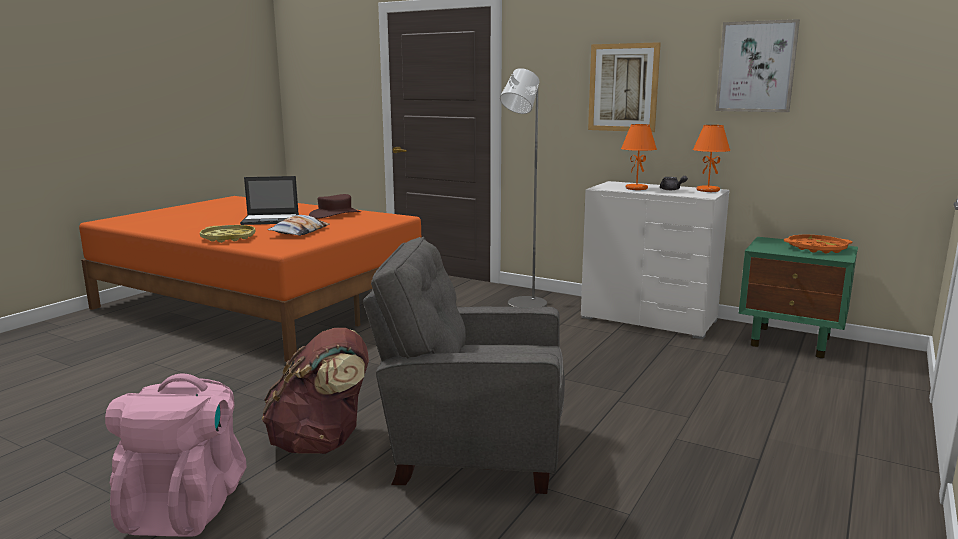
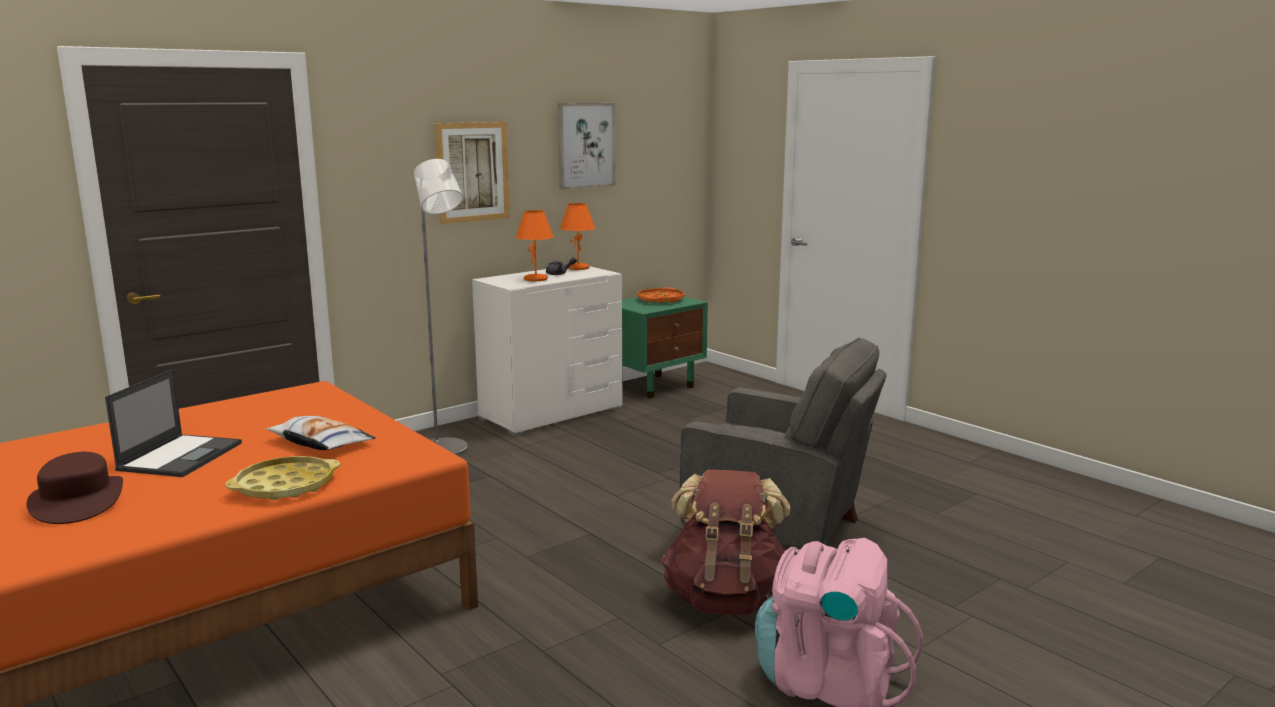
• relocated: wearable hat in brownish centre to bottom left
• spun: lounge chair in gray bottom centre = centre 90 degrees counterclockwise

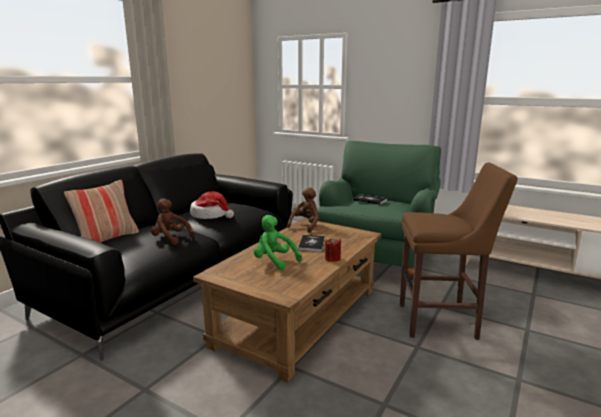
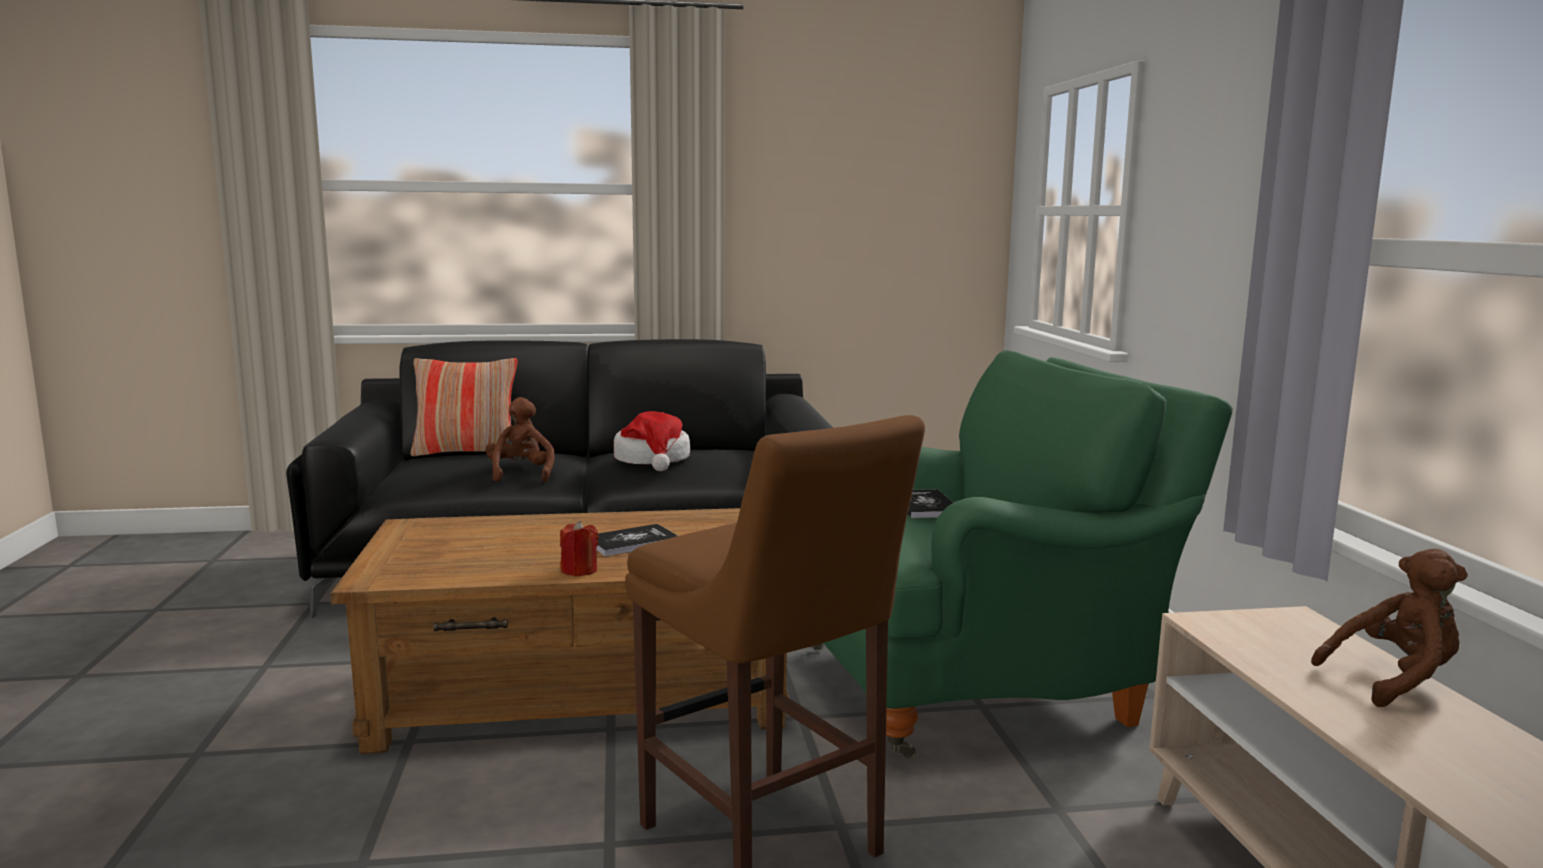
• relocated: soft toy in brownish (no. 2 from left) centre to bottom right
• missing: soft toy in green-coloured centre

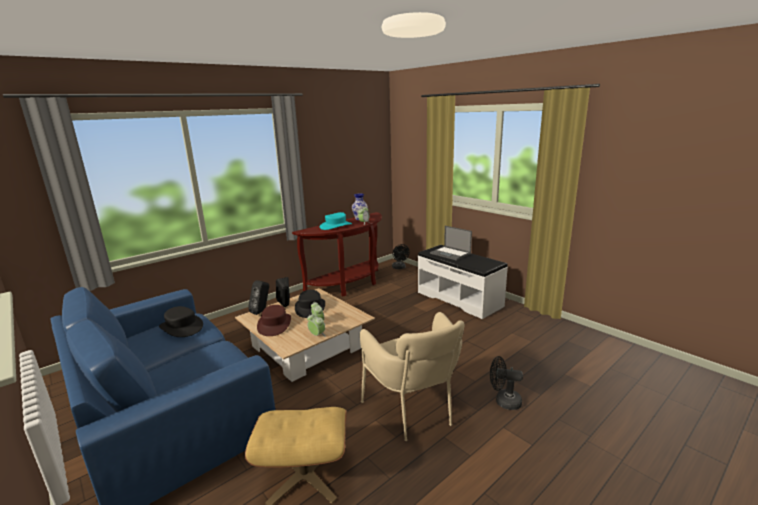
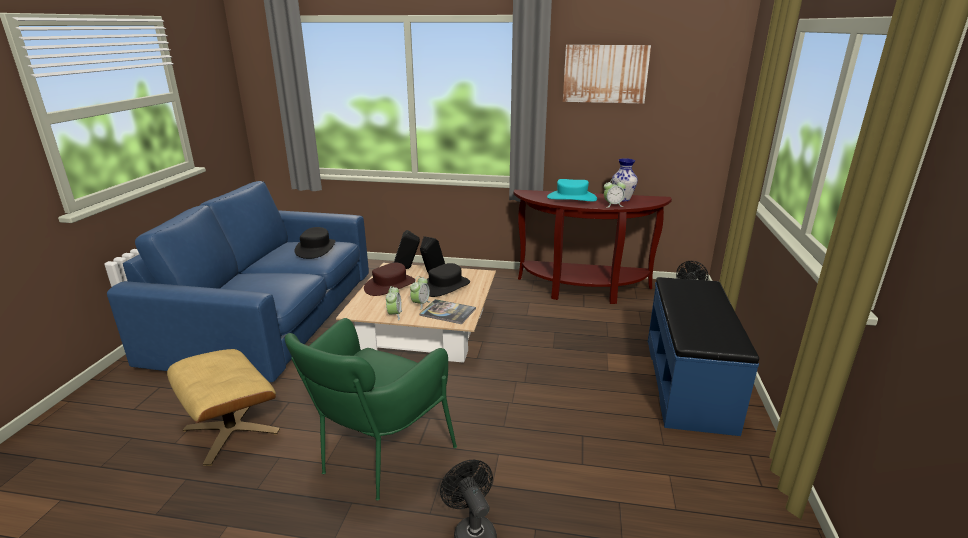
• missing: laptop centre
• colour: long seat in white centre to long seat in blue middle right
• colour: lounge chair in beige bottom centre to lounge chair in green-coloured bottom centre
• appeared: picture top centre
• appeared: book centre

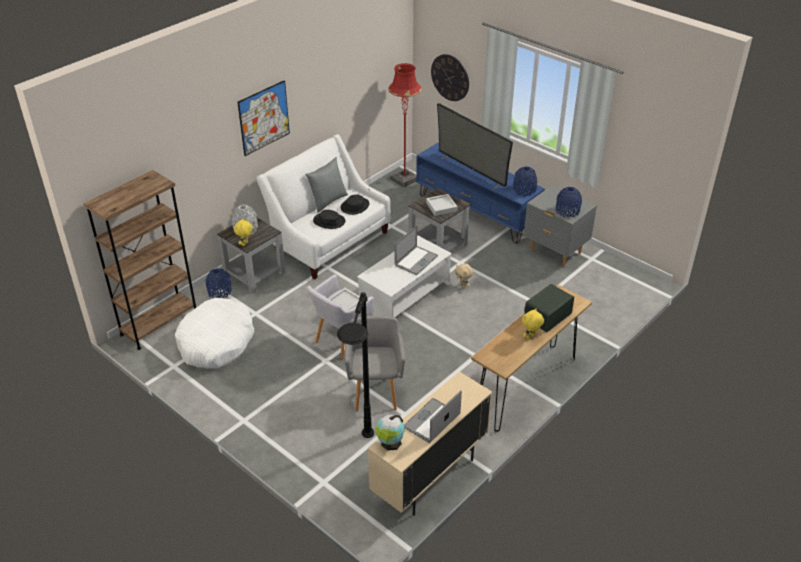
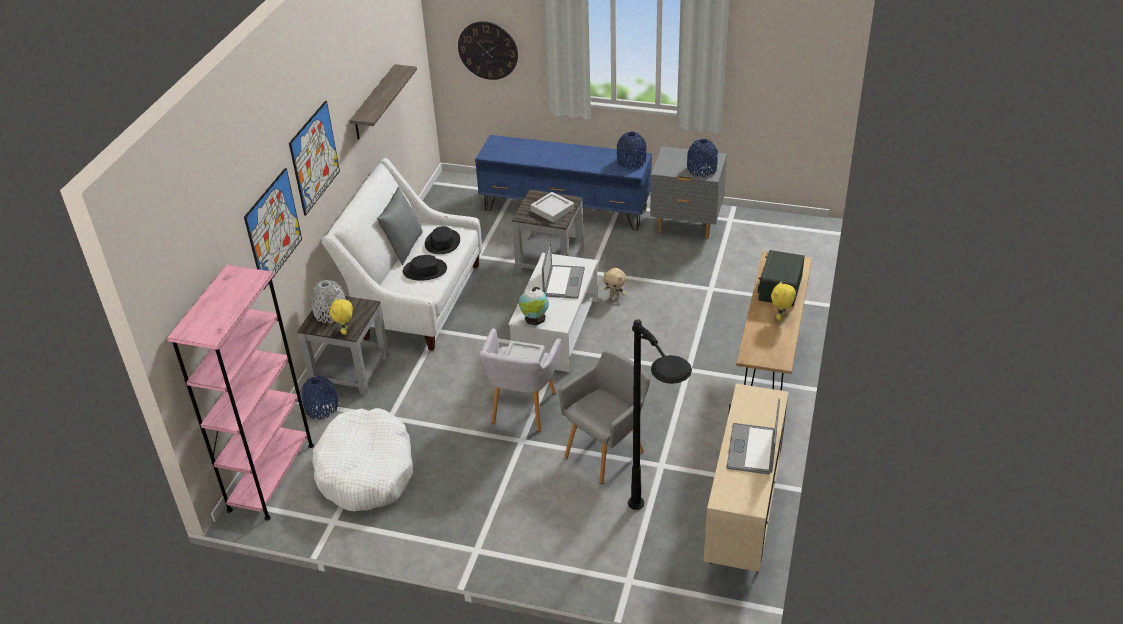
• missing: standard lamp in reddish top centre
• missing: TV set top centre
• colour: shelving unit in brownish middle left to shelving unit in pinkish middle left
• spun: lounge chair in gray (no. 2 from left) centre = bottom centre 75 degrees clockwise
• relocated: globe bottom centre to centre
• appeared: shelf top centre
• appeared: picture (no. 1 from left) middle left

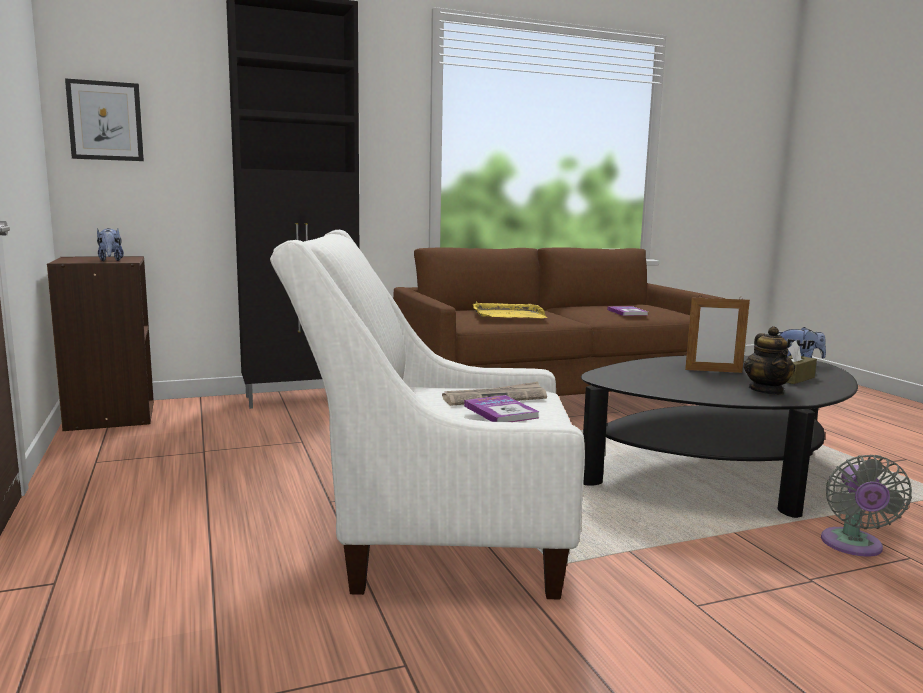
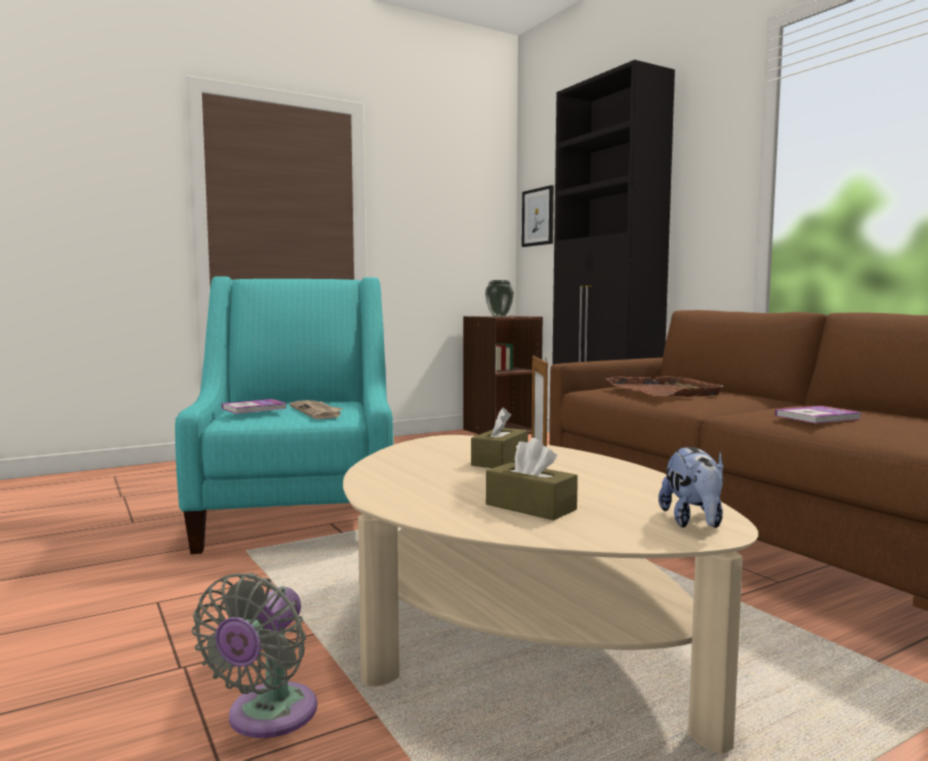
• exchanged: soft toy (no. 1 from left) middle left to decorative vase centre
• colour: lounge chair in white centre to lounge chair in turquoise-coloured middle left
• colour: carrying tray in yellowish centre to carrying tray in brownish middle right
• missing: tea pot middle right
• colour: lounge table in black middle right to lounge table in beige bottom centre
• spun: fan in gray bottom right = bottom left 75 degrees counterclockwise
• appeared: tissue box in brownish (no. 1 from left) centre

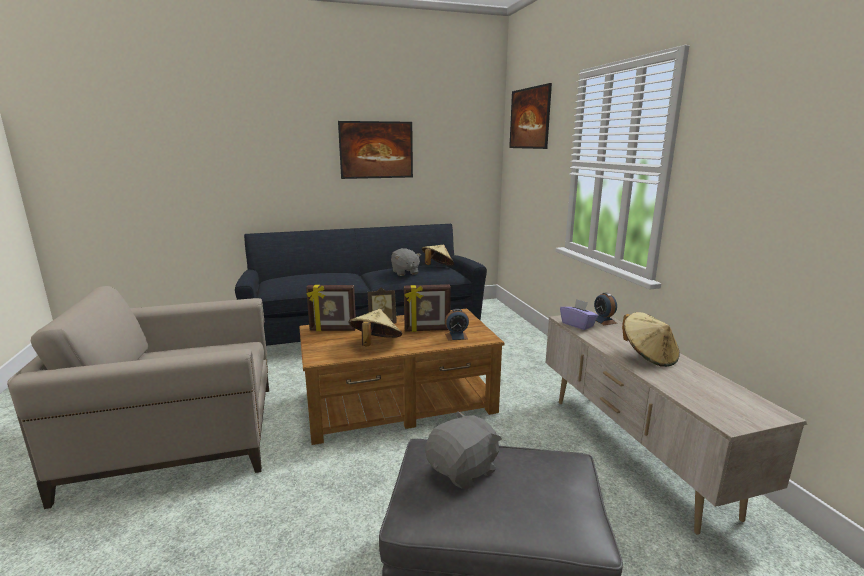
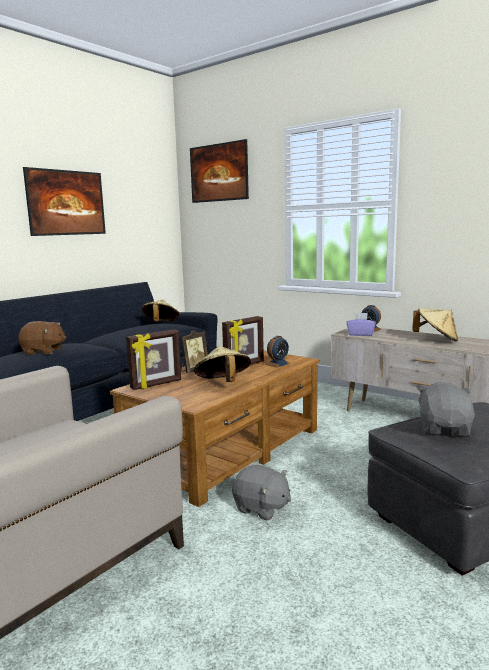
• relocated: soft toy in gray (no. 1 from left) centre to bottom centre
• appeared: soft toy in brownish middle left

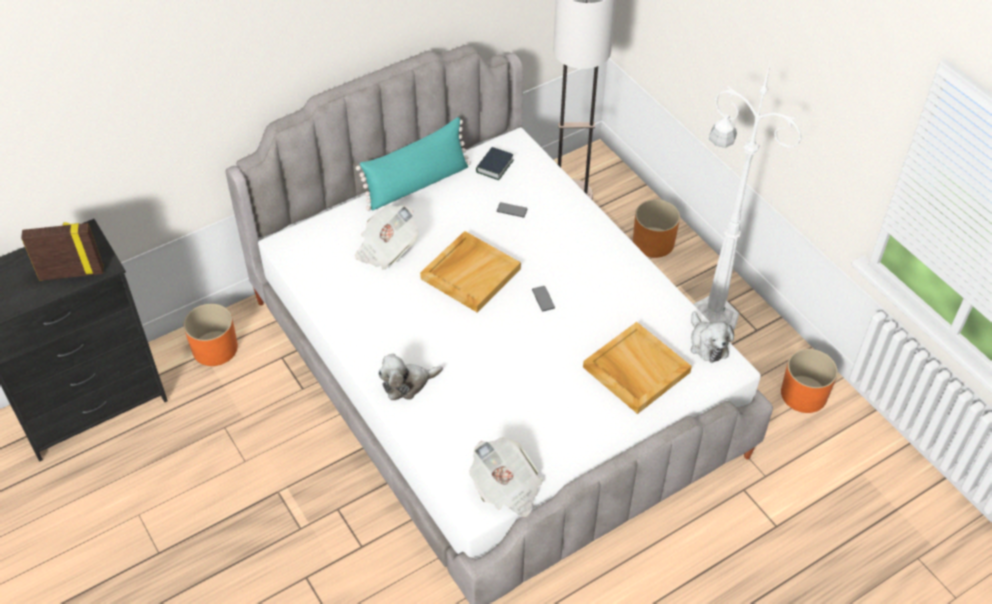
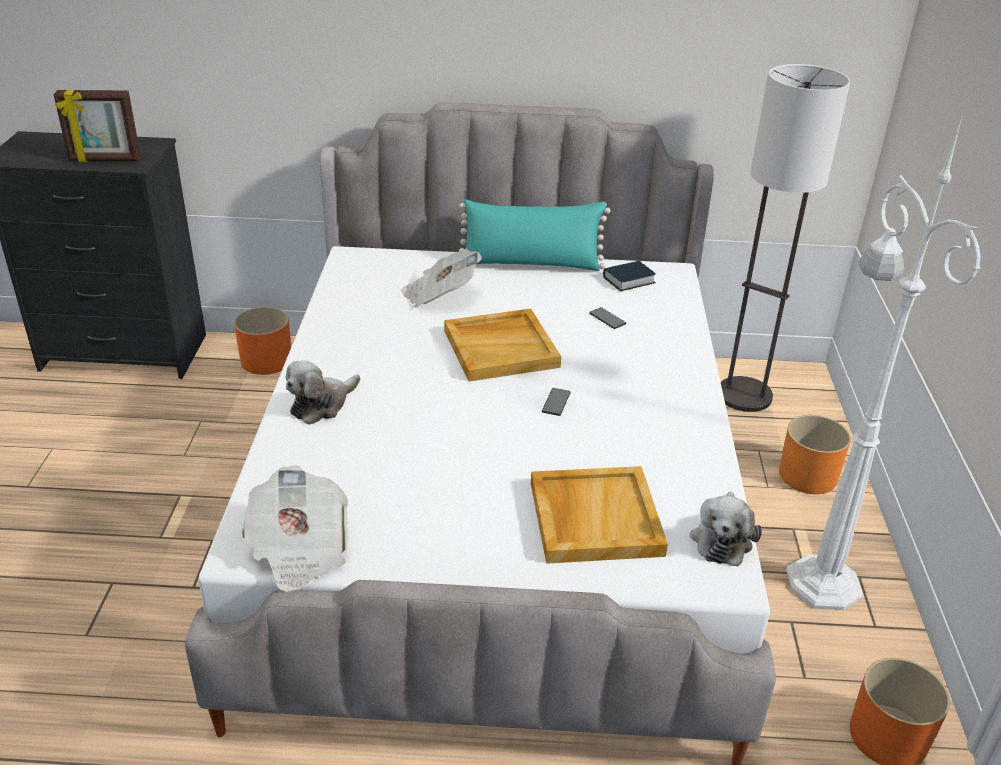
• spun: picture frame middle left = top left 150 degrees clockwise
• spun: soft toy (no. 1 from left) centre = middle left 60 degrees counterclockwise

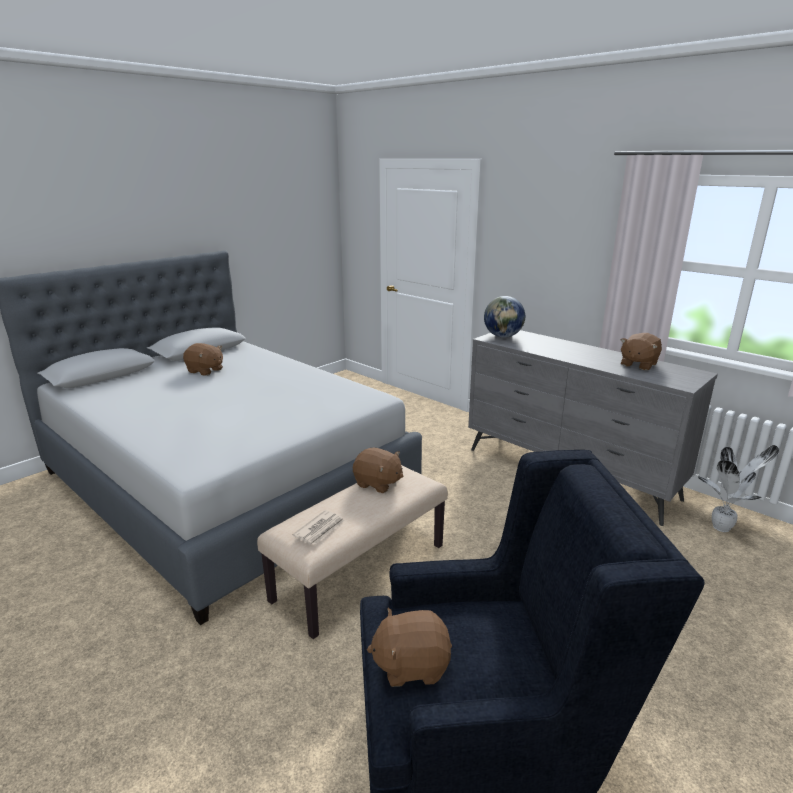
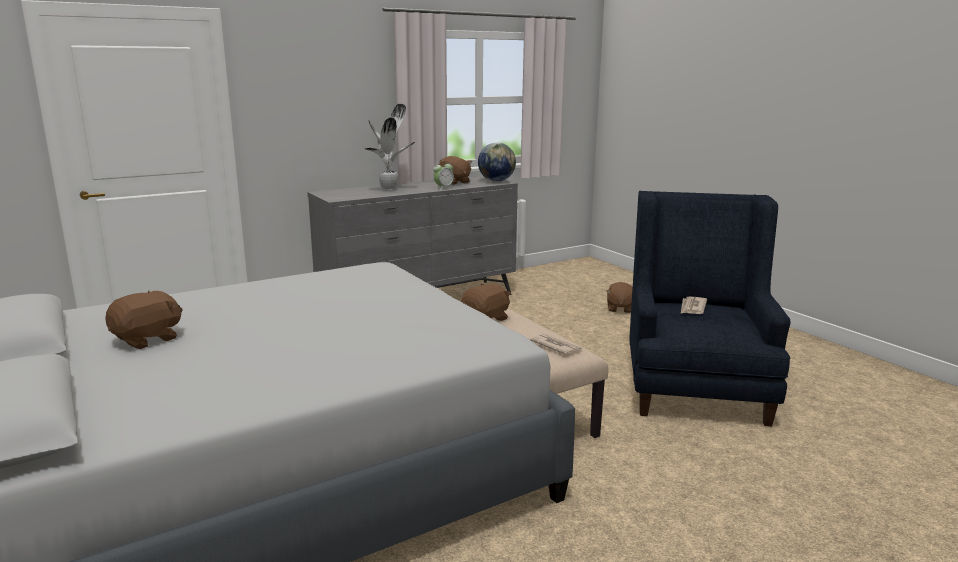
• relocated: globe centre to top centre
• relocated: houseplant middle right to top centre
• relocated: soft toy in brownish (no. 3 from left in the first image) bottom centre to soft toy in brownish (no. 4 from left) centre
• appeared: table clock top centre
• appeared: daily paper (no. 2 from left) middle right

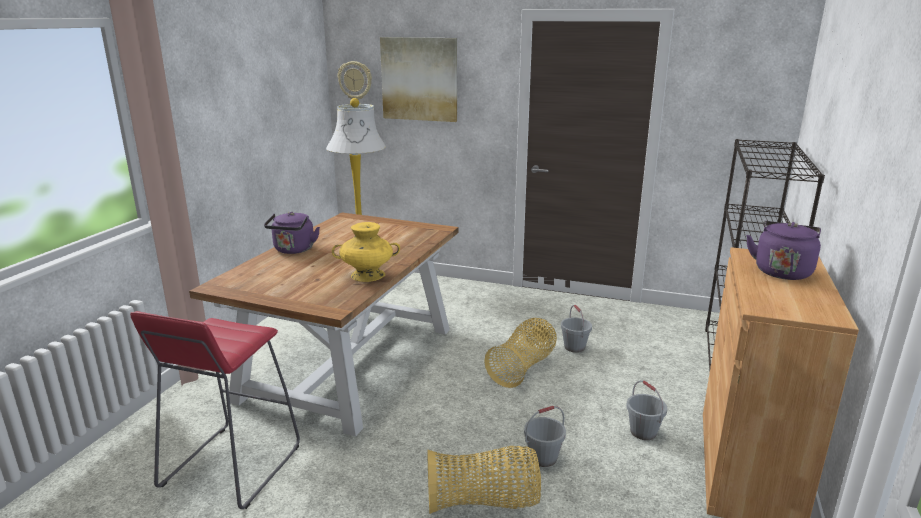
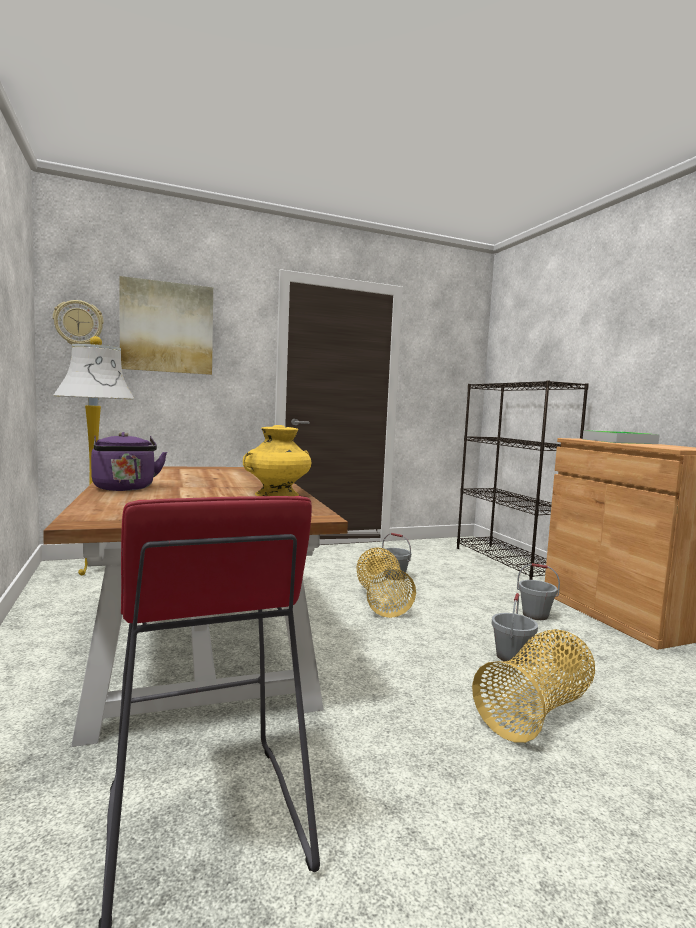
• exchanged: water kettle in purple-coloured (no. 2 from left) middle right to carrying tray middle right

